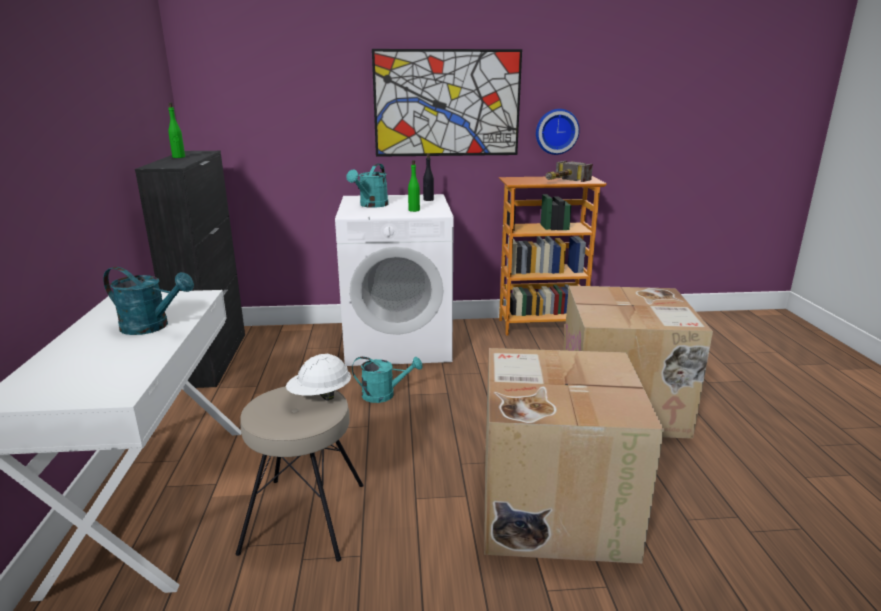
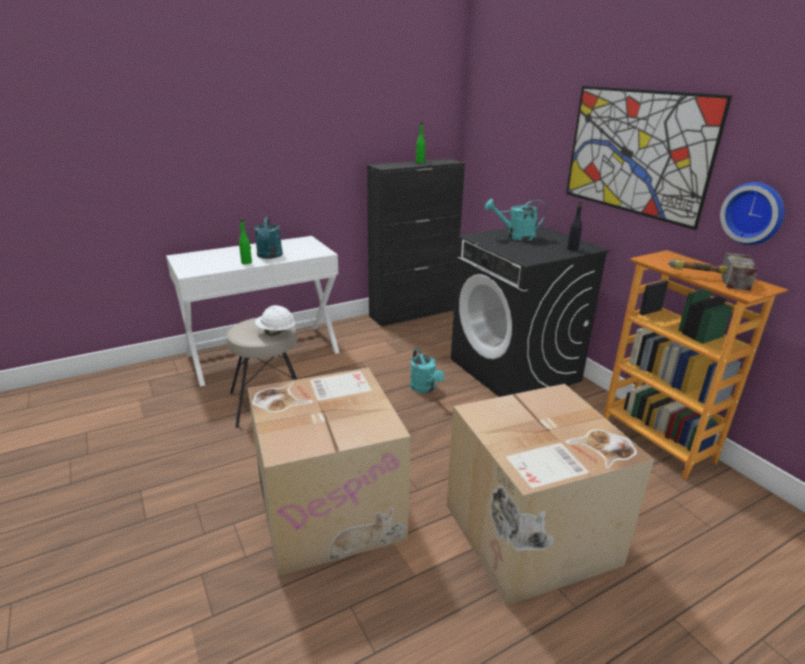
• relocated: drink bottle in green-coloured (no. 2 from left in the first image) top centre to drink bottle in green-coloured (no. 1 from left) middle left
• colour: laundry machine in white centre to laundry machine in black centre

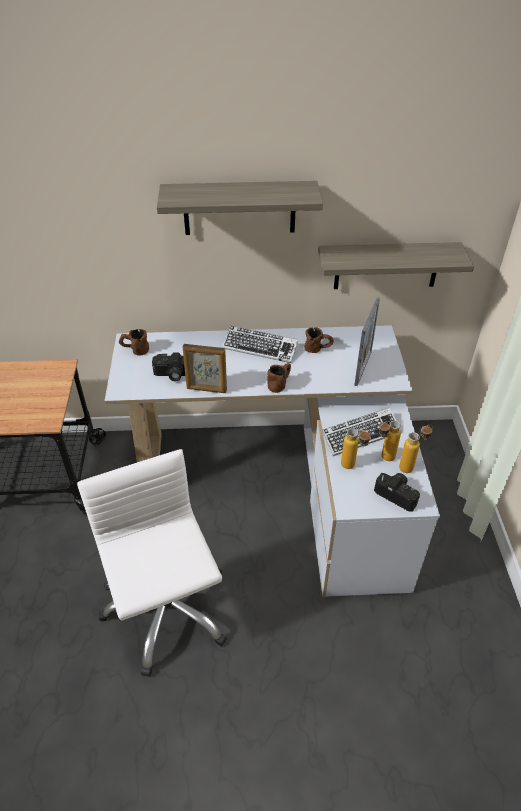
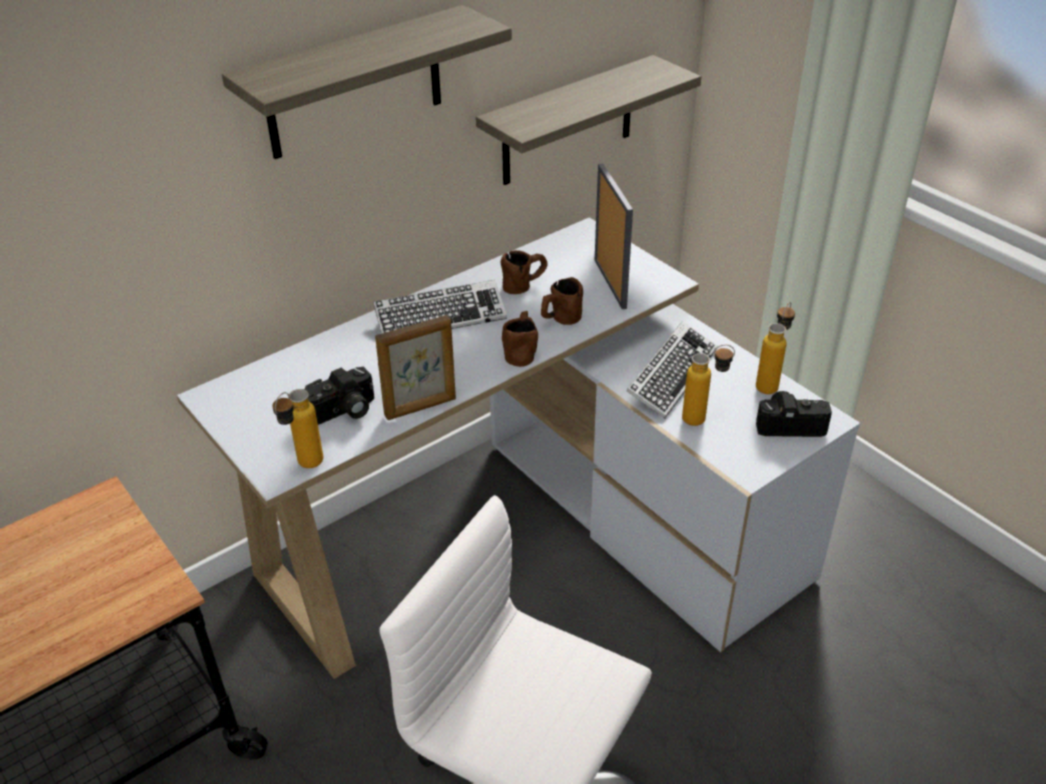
• relocated: tea mug in brownish (no. 1 from left in the first image) middle left to tea mug in brownish (no. 3 from left) centre
• relocated: drink bottle (no. 2 from left in the first image) middle right to drink bottle (no. 1 from left) middle left

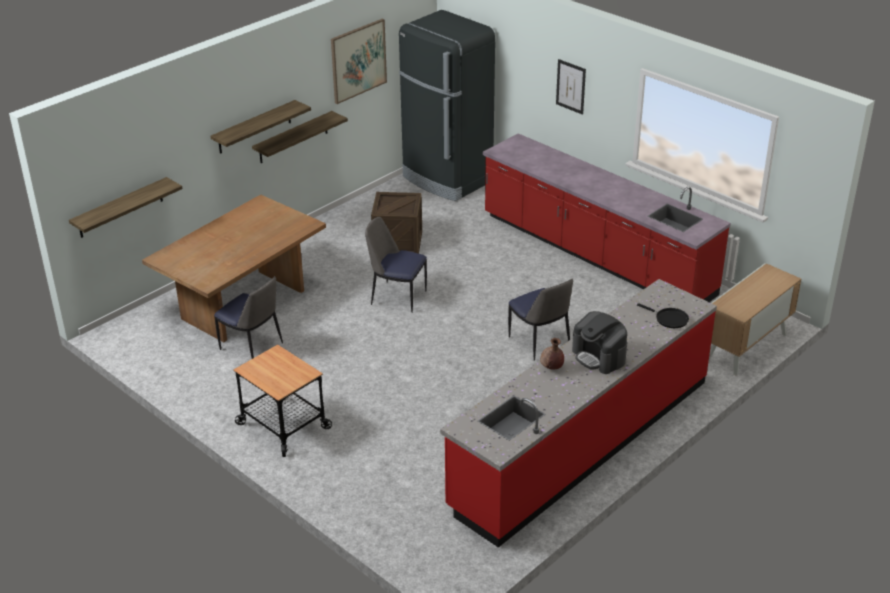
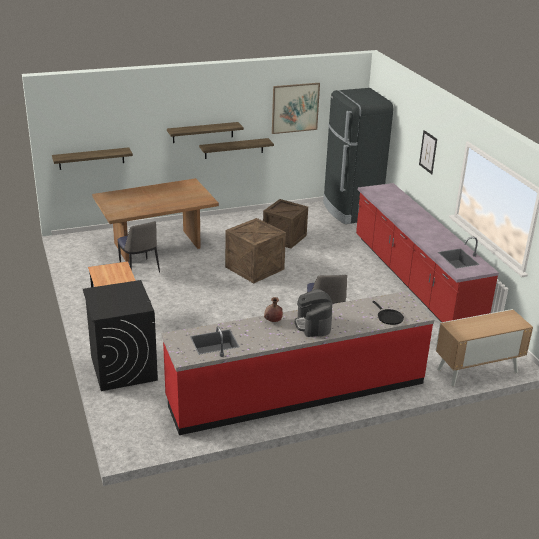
• exchanged: plain chair (no. 2 from left) centre to shipping crate (no. 1 from left) centre
• appeared: laundry machine in black middle left

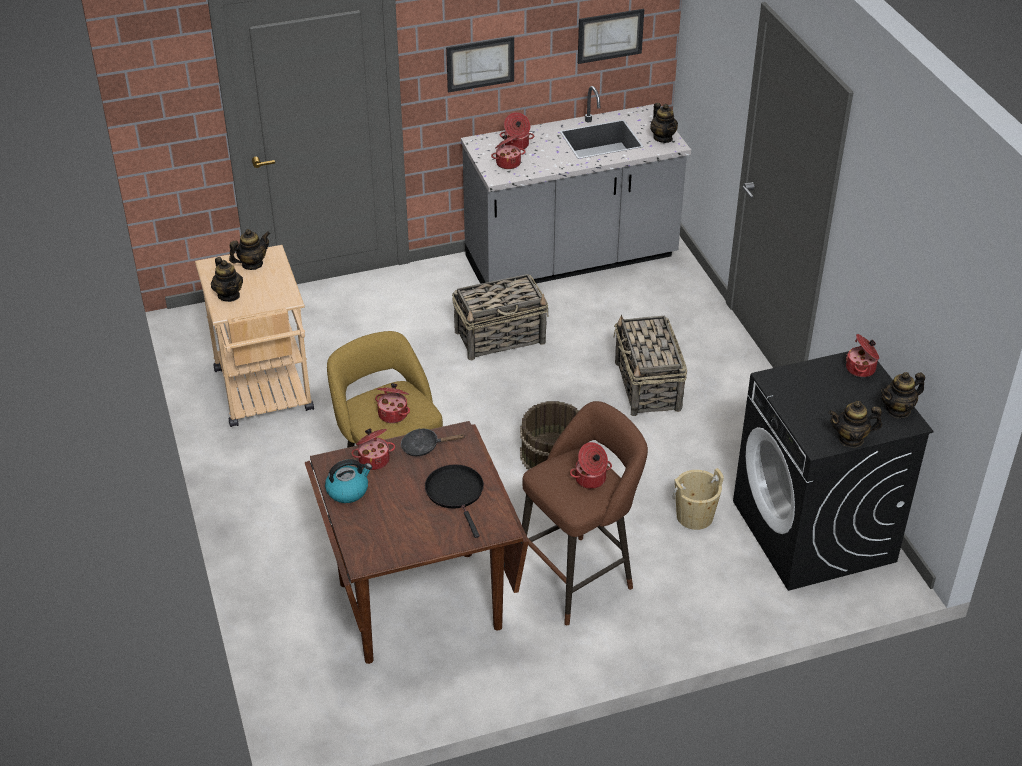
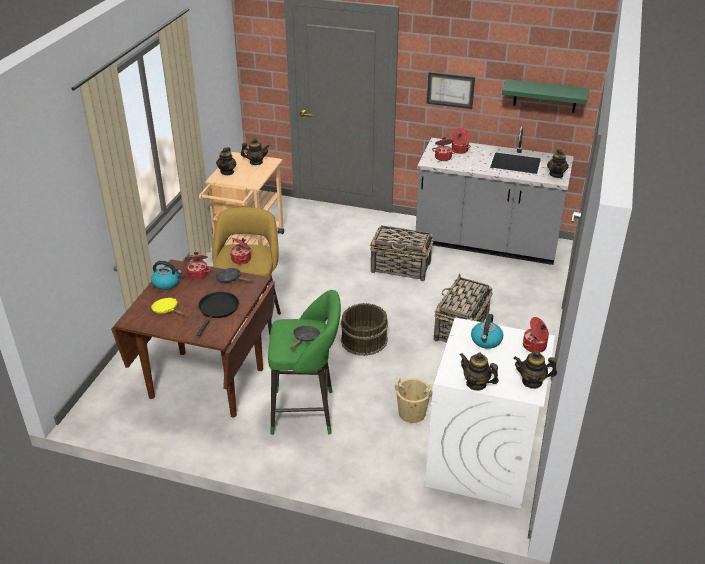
• exchanged: picture (no. 2 from left) top centre to shelf in green-coloured top right
• colour: laundry machine in black middle right to laundry machine in white bottom right
• colour: sitting stool in brownish bottom centre to sitting stool in green-coloured centre
• exchanged: saucepot (no. 5 from left) centre to pan in black (no. 3 from left) centre
• appeared: pan in yellowish middle left
• appeared: water kettle (no. 2 from left) middle right

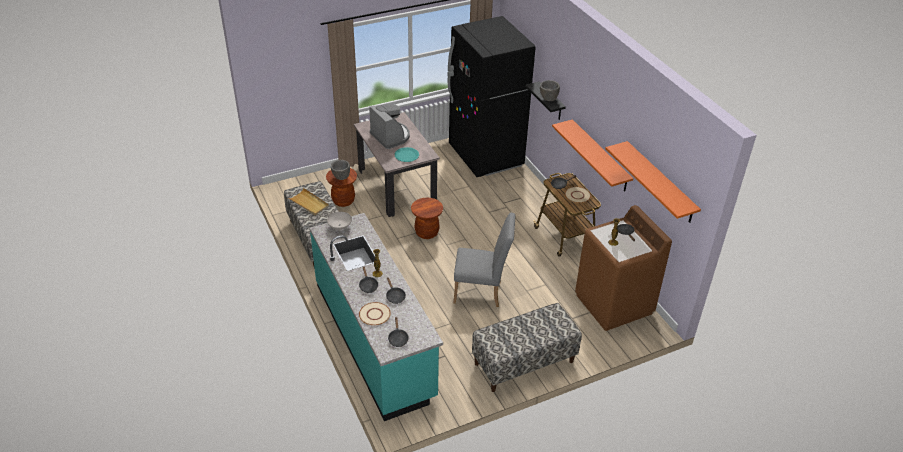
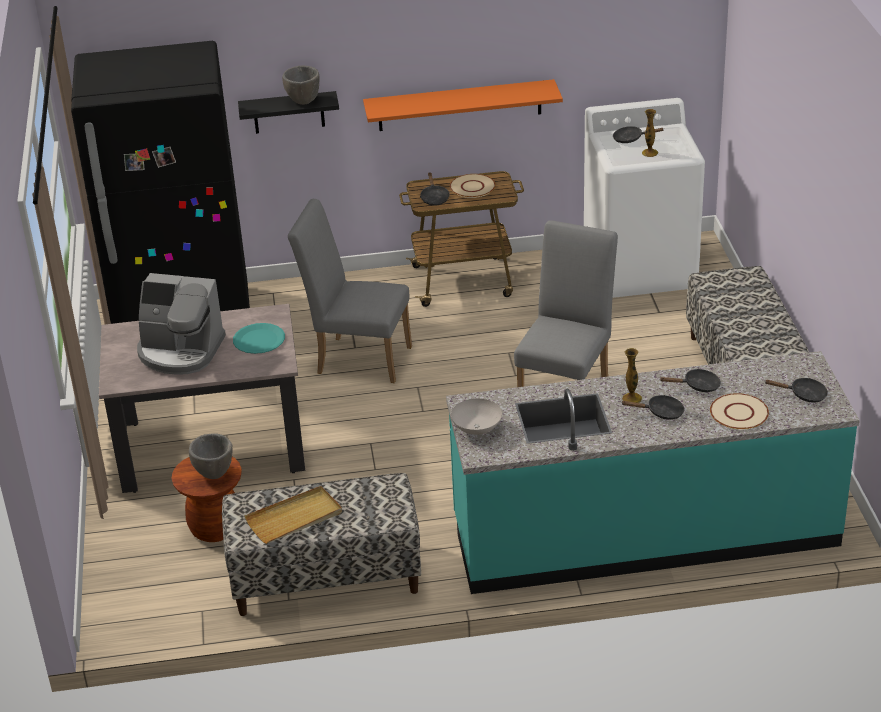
• spun: coffee machine top centre = middle left 150 degrees counterclockwise
• missing: shelf in orange-coloured (no. 2 from left) middle right
• missing: sitting stool in brownish (no. 2 from left) centre
• colour: laundry machine in brownish middle right to laundry machine in white top right
• appeared: plain chair in gray (no. 1 from left) centre

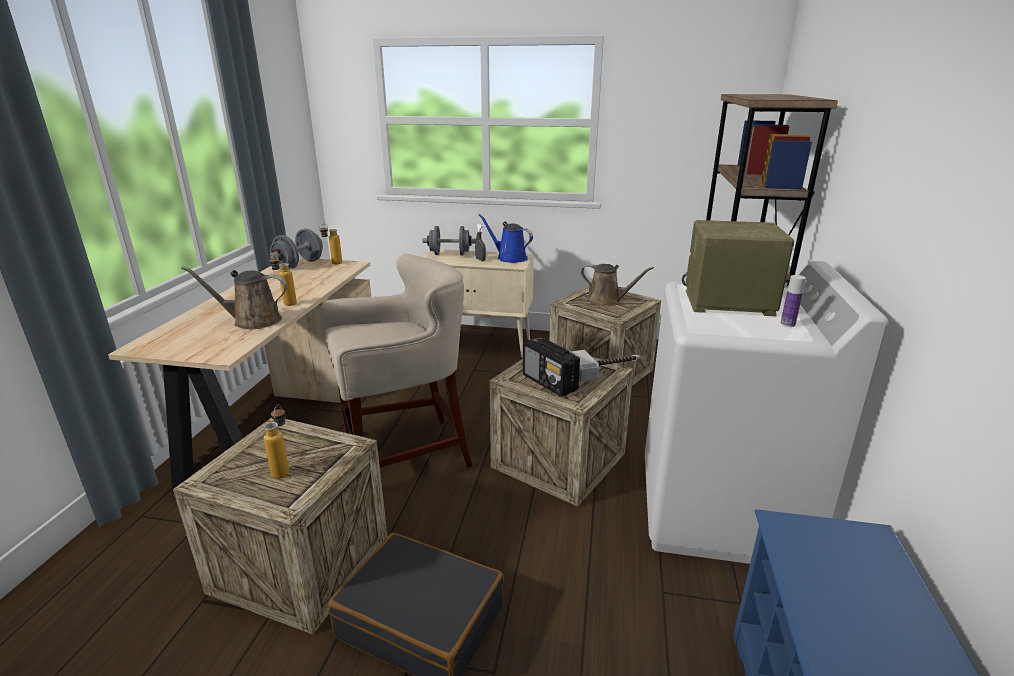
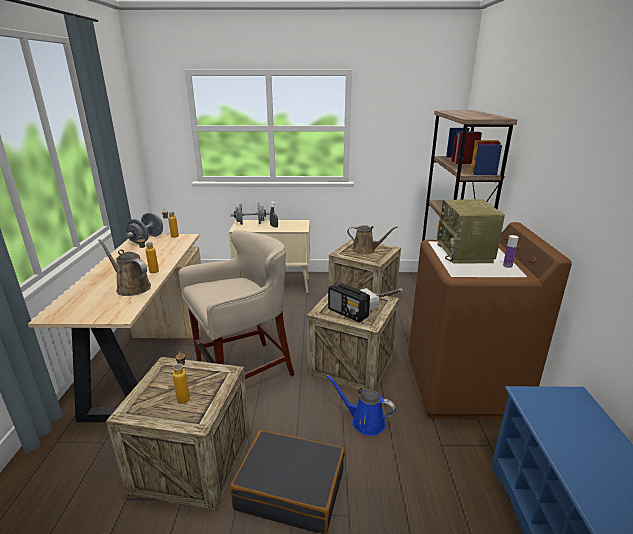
• relocated: sprinkling can in blue centre to bottom centre
• spun: radio set (no. 2 from left) middle right = middle right 90 degrees counterclockwise
• colour: laundry machine in white middle right to laundry machine in brownish middle right
• spun: sprinkling can in brownish (no. 1 from left) middle left = middle left 45 degrees clockwise

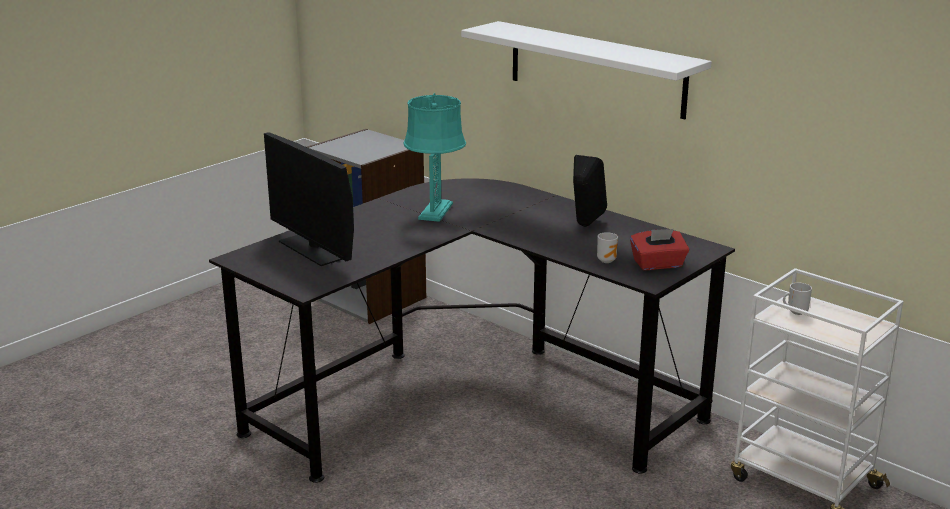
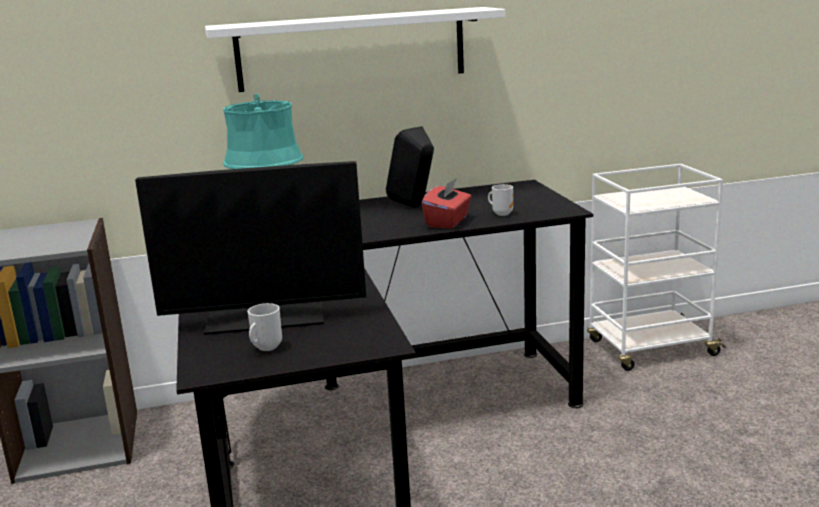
• relocated: tissue box in reddish middle right to centre
• relocated: tea mug (no. 2 from left in the first image) middle right to tea mug (no. 1 from left) middle left

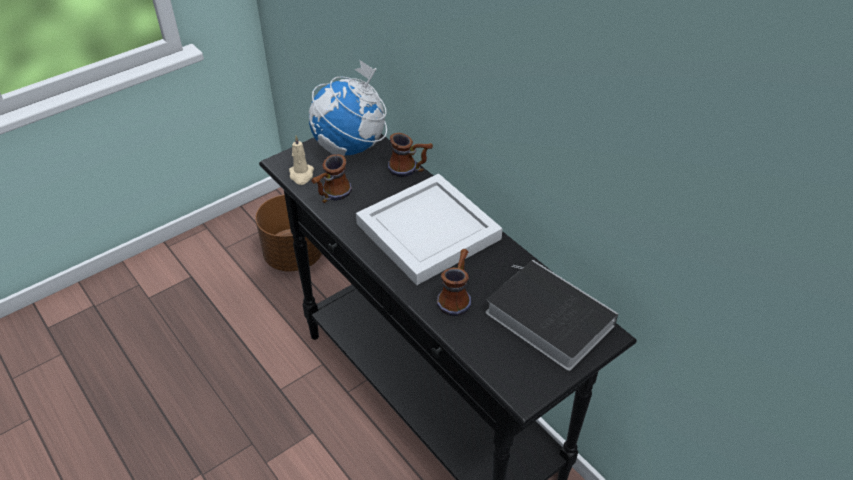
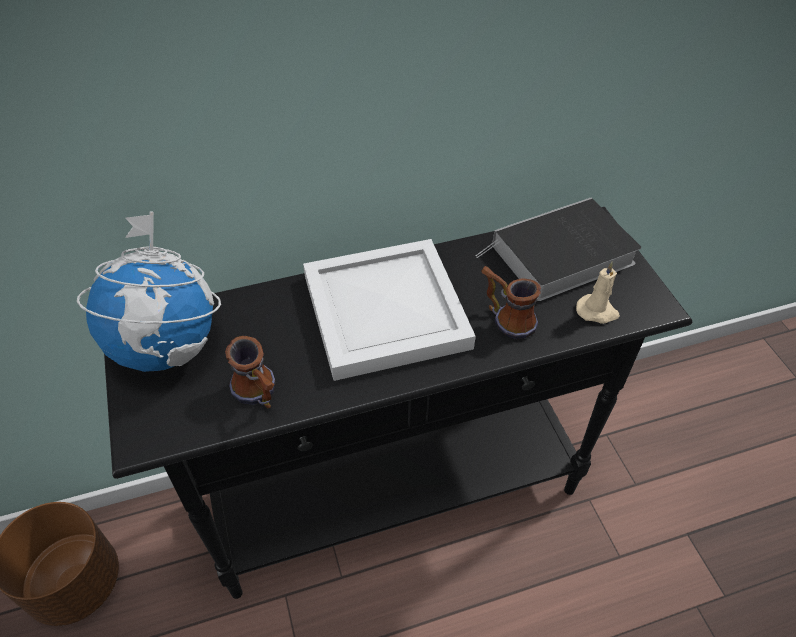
• missing: tea mug (no. 2 from left) top centre
• relocated: candle in beige centre to middle right

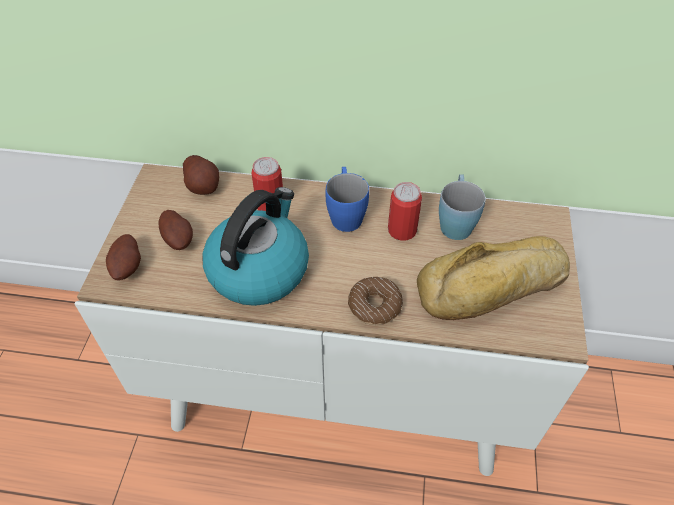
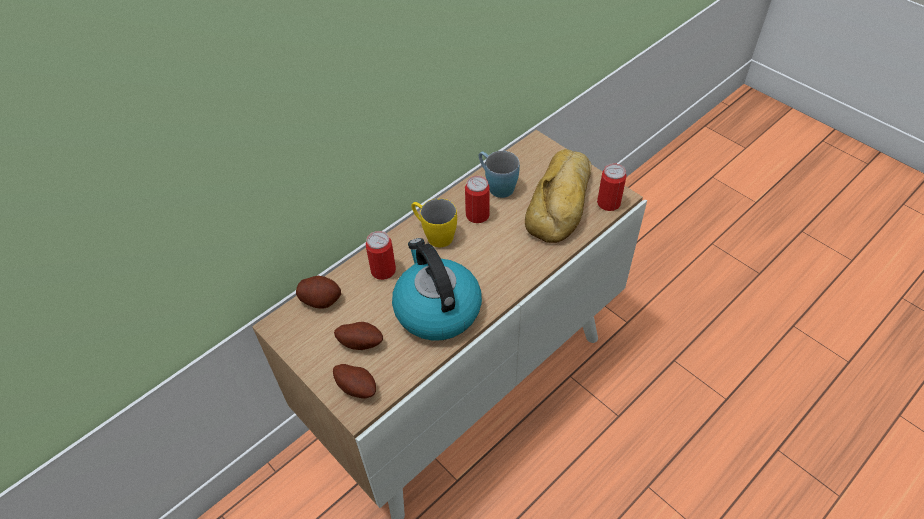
• colour: tea mug in blue (no. 1 from left) centre to tea mug in yellowish centre
• missing: donut centre
• appeared: sealed can (no. 3 from left) centre

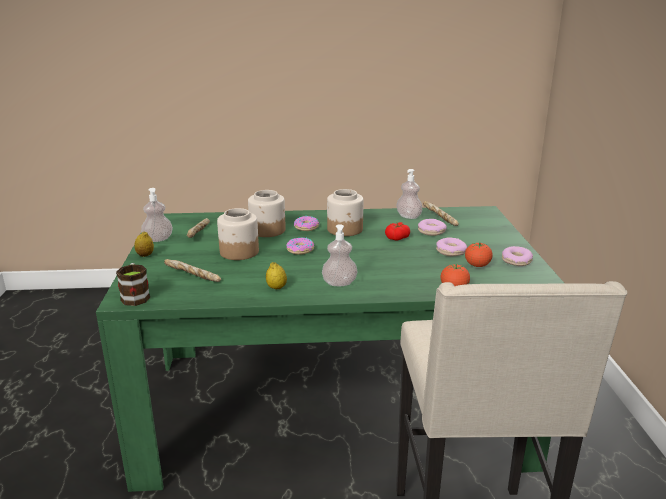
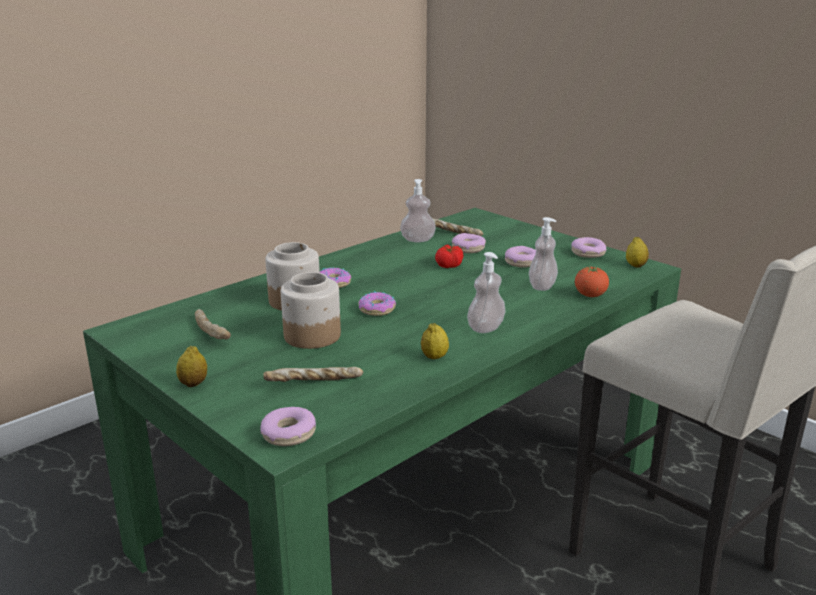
• relocated: soap bottle (no. 1 from left in the first image) middle left to soap bottle (no. 3 from left) centre
• missing: storage jar (no. 3 from left) centre
• missing: whole tomato (no. 3 from left) middle right
• exchanged: tea mug middle left to donut (no. 1 from left) bottom centre
• appeared: citrus fruit (no. 3 from left) middle right

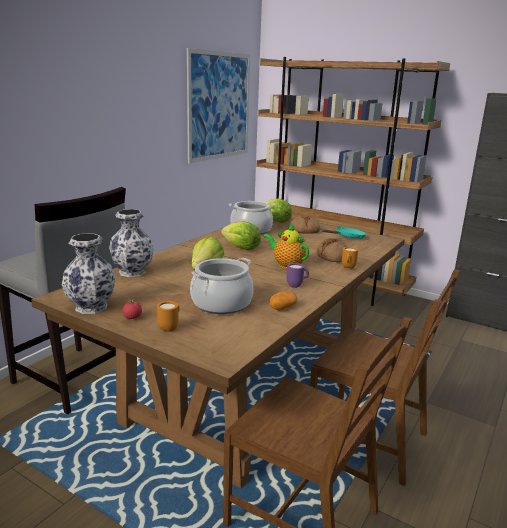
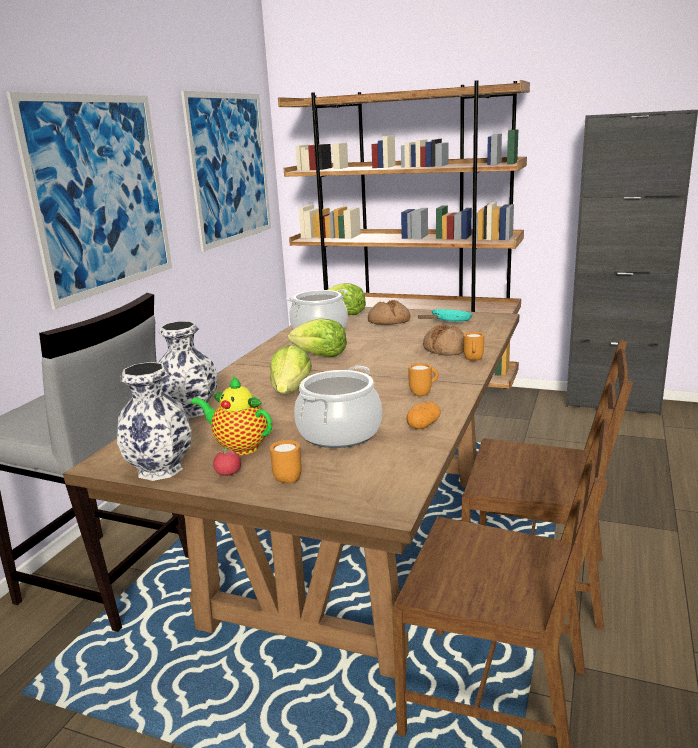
• relocated: tea pot centre to middle left
• colour: tea mug in purple-coloured centre to tea mug in orange-coloured (no. 2 from left) centre
• appeared: picture (no. 1 from left) top left

